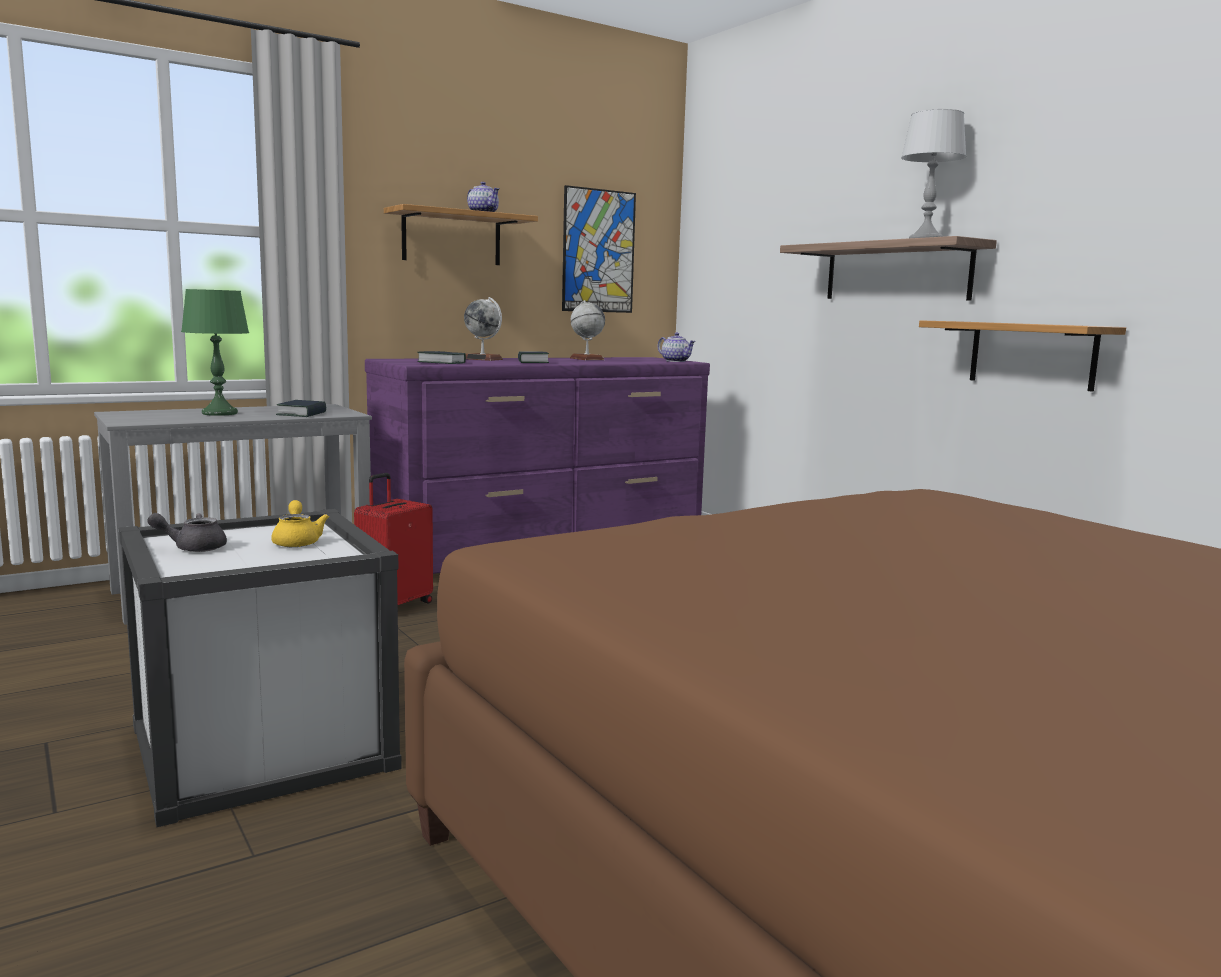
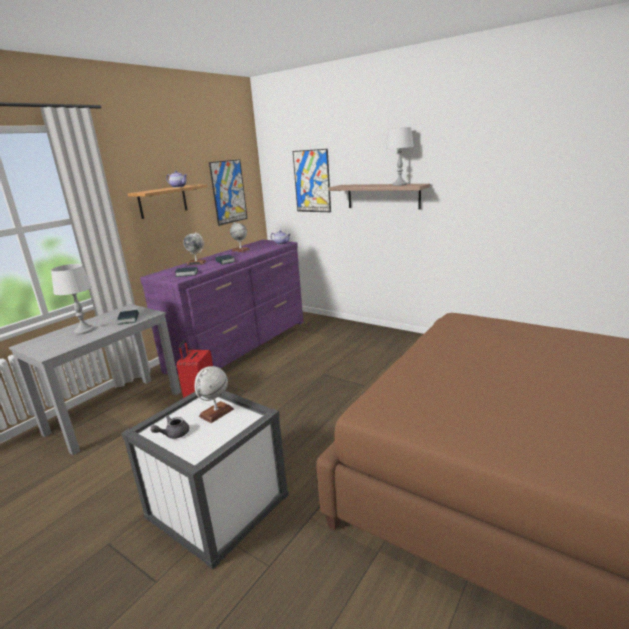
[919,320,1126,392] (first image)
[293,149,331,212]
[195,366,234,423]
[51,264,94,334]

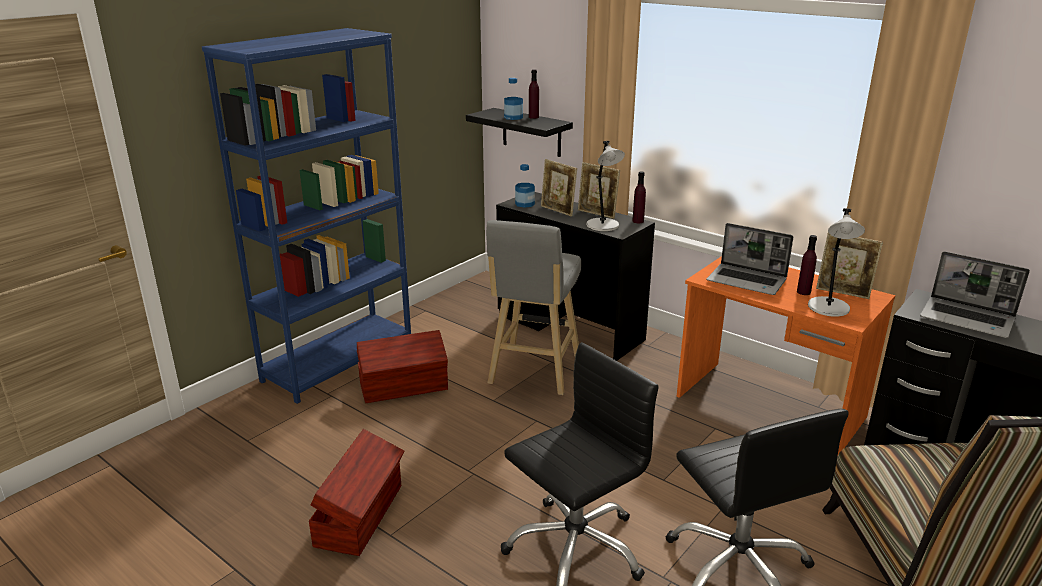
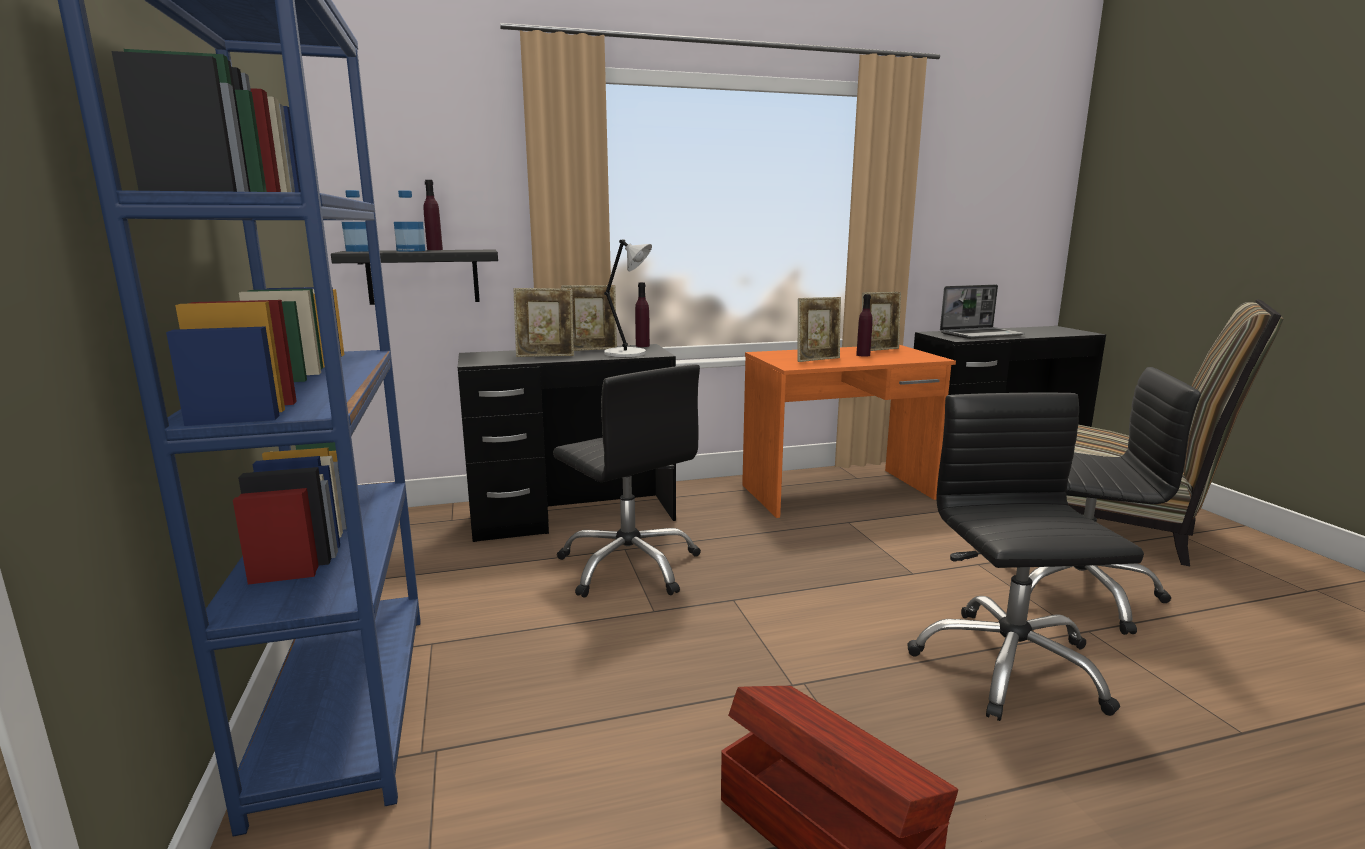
[357,330,448,403] (first image)
[808,208,865,317] (first image)
[342,190,369,252]
[553,365,701,598]
[797,297,841,362]

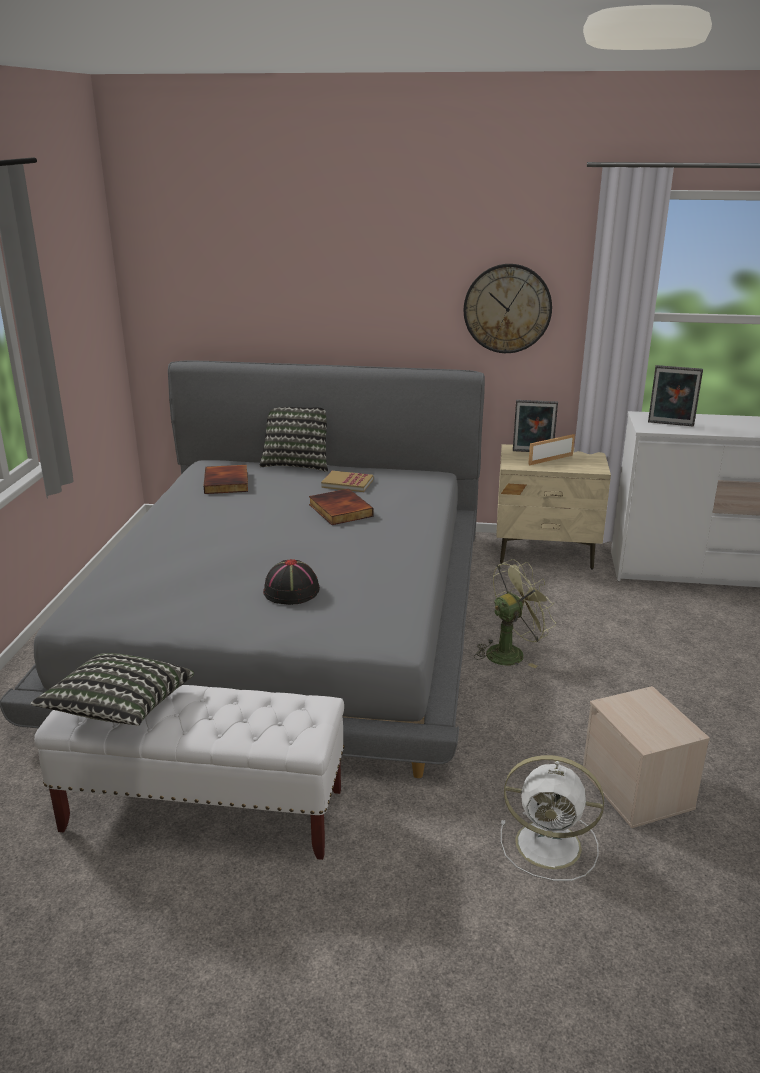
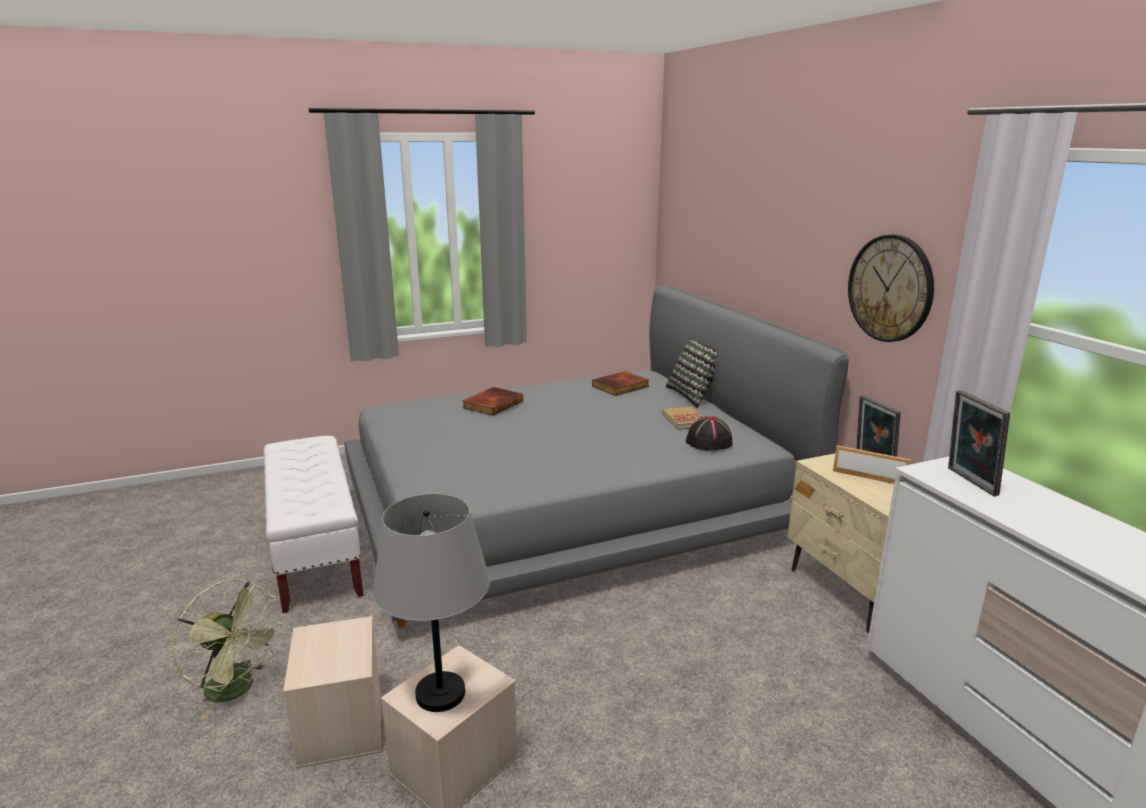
[31,653,194,726] (first image)
[373,494,490,712]
[686,416,733,451]
[462,387,523,416]
[172,579,283,718]
[283,616,381,769]

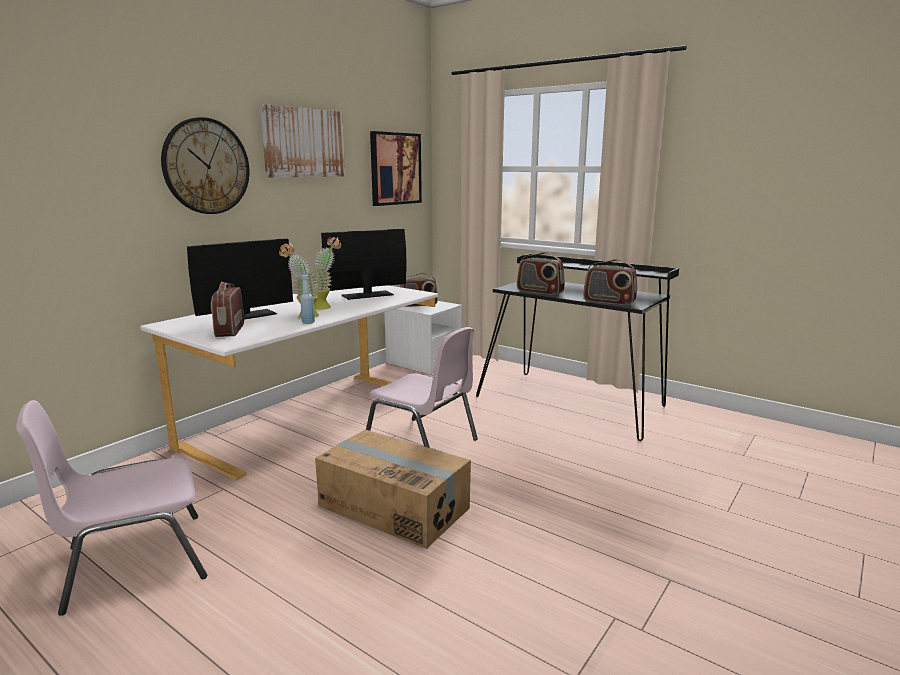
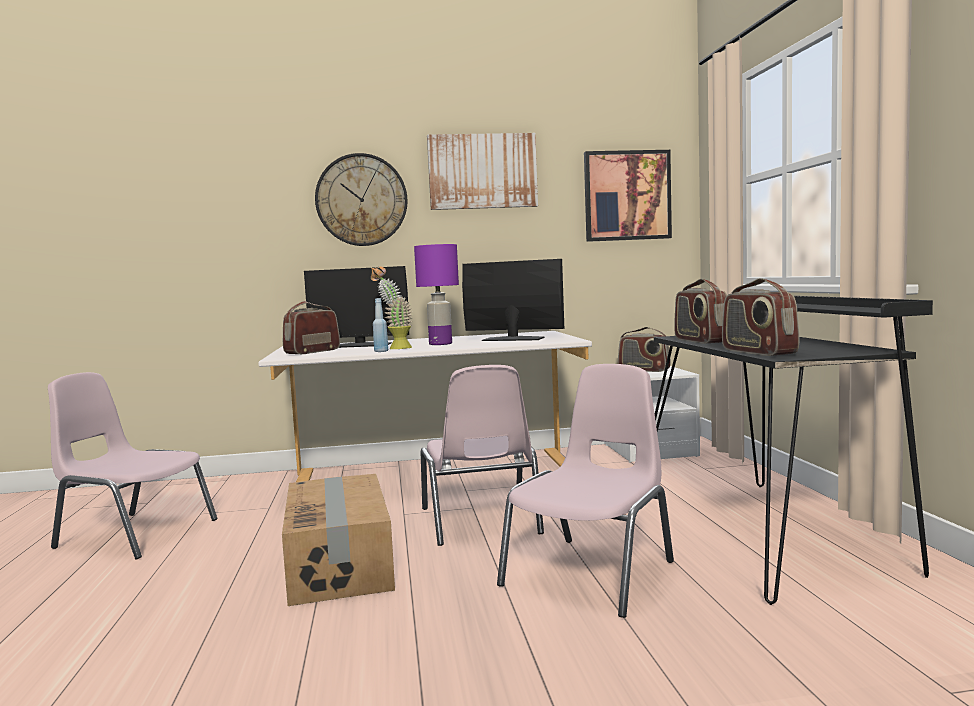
[497,364,674,618]
[414,244,459,345]

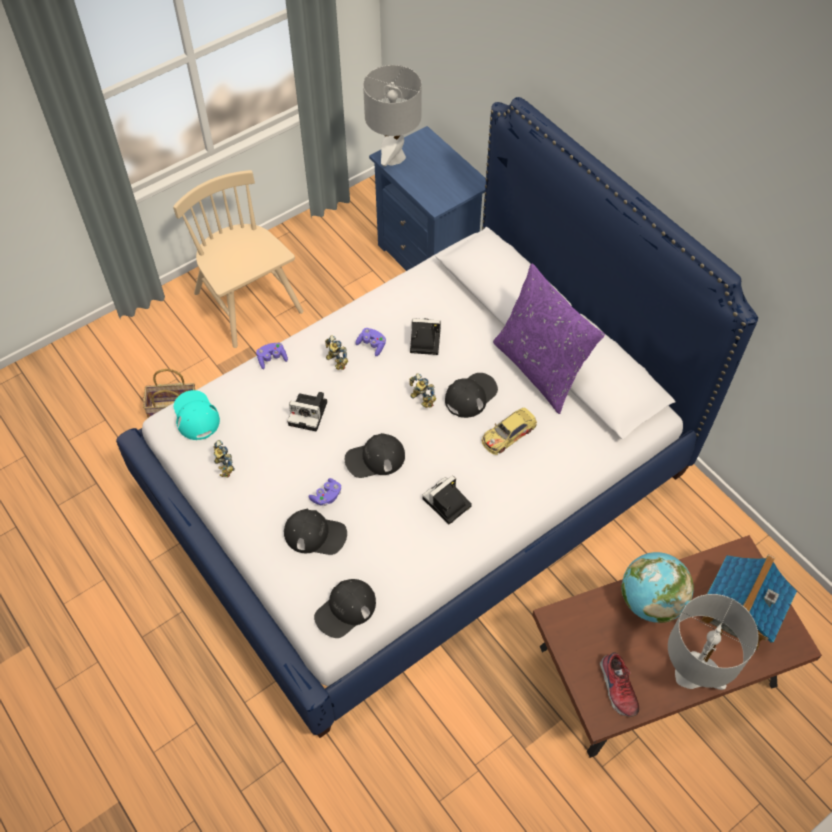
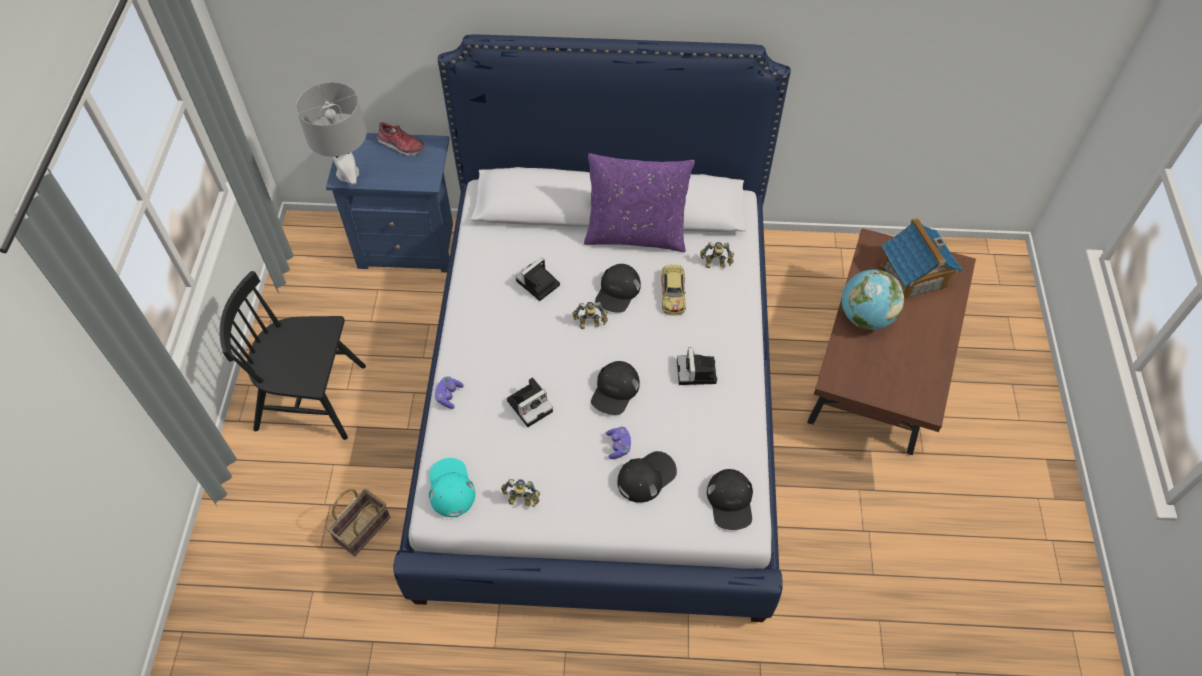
[355,328,386,356] (first image)
[668,594,758,690] (first image)
[700,242,734,268]
[377,122,425,156]
[219,271,366,440]
[429,458,475,517]
[595,264,641,313]

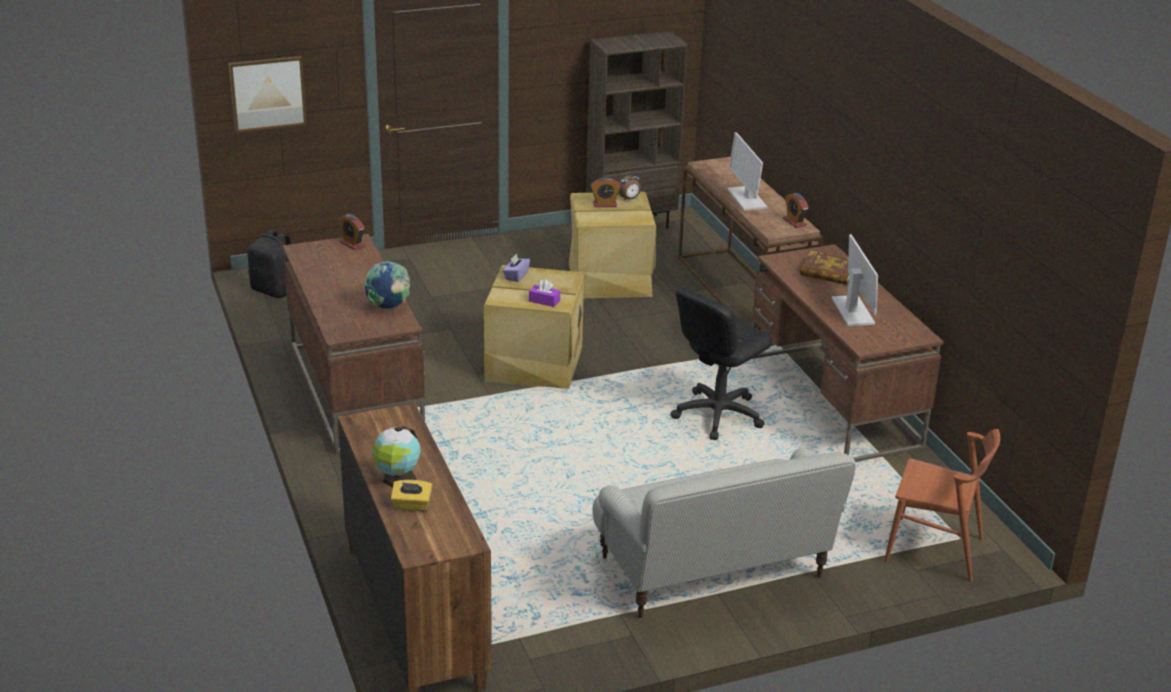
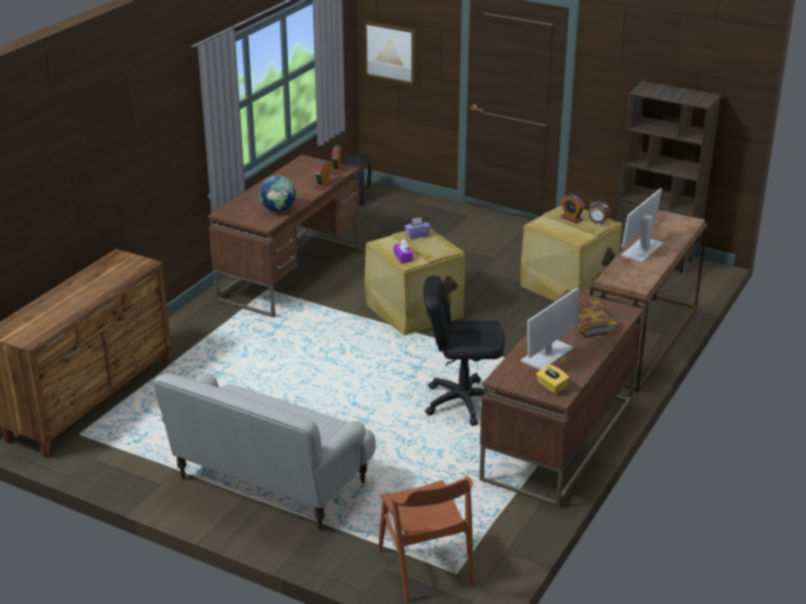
[372,426,421,487] (first image)
[536,364,569,394]
[315,160,333,190]

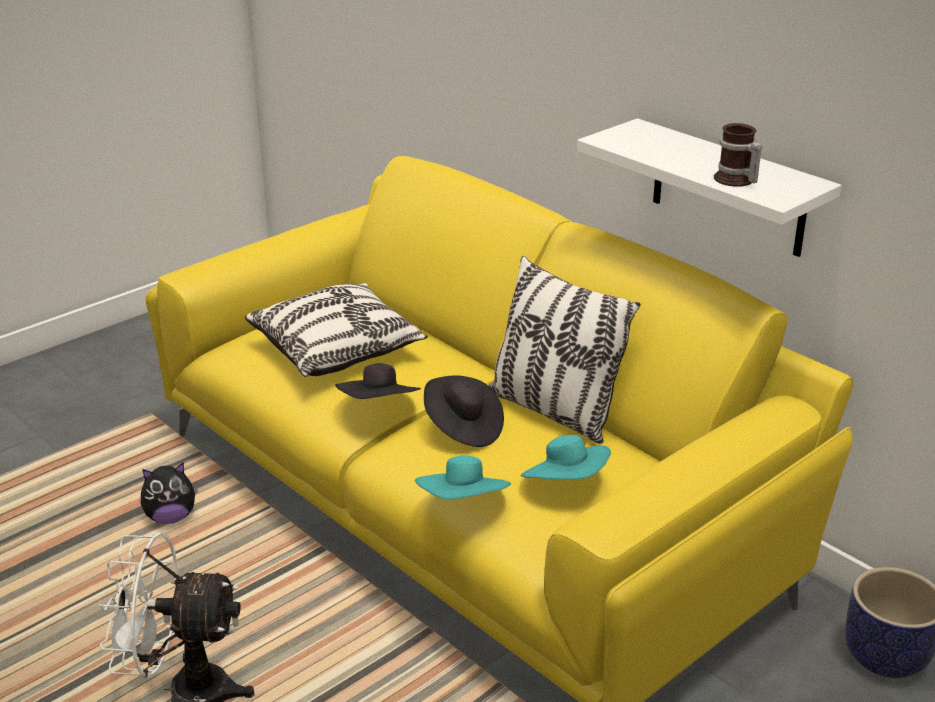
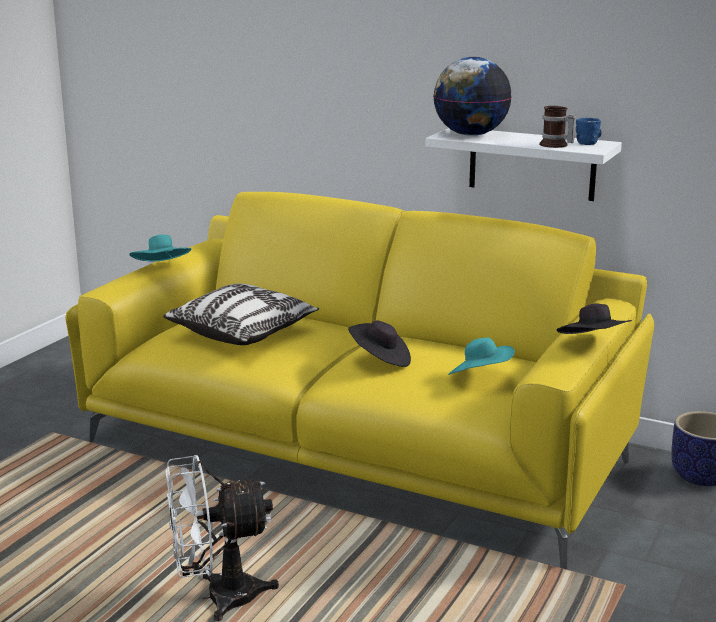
[141,462,198,524] (first image)
[488,256,640,444] (first image)
[433,57,512,136]
[576,118,602,145]
[557,303,632,334]
[130,234,191,262]

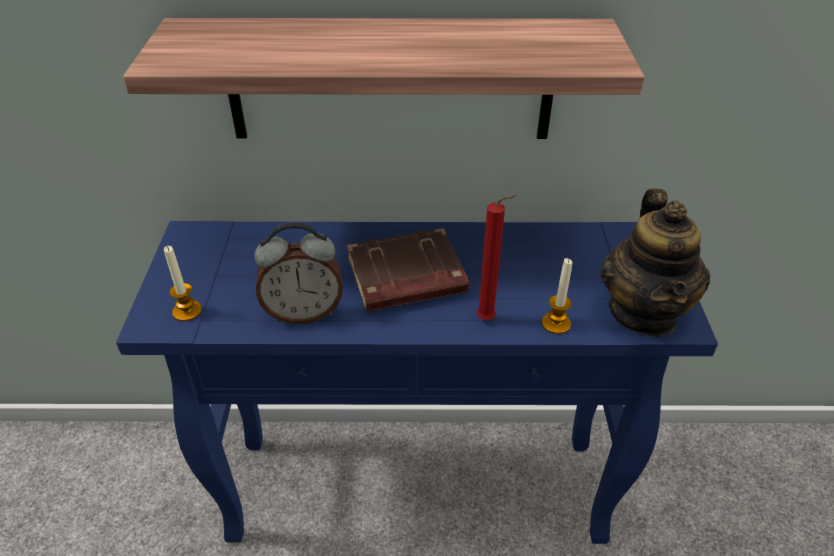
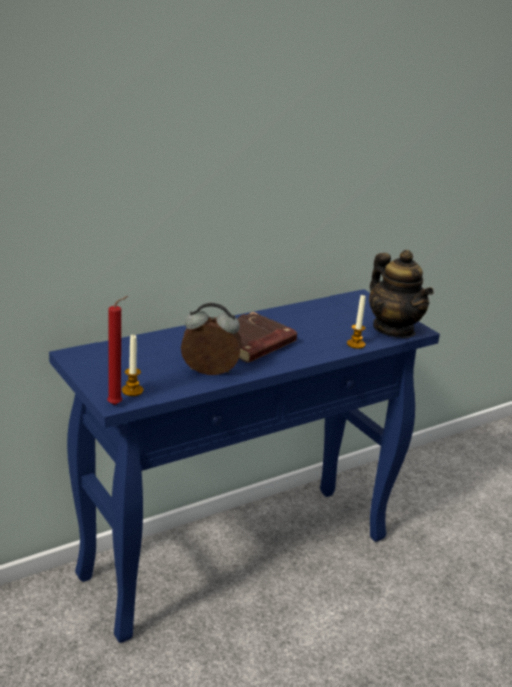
[123,18,645,139] (first image)
[107,296,128,405]
[181,303,241,375]

